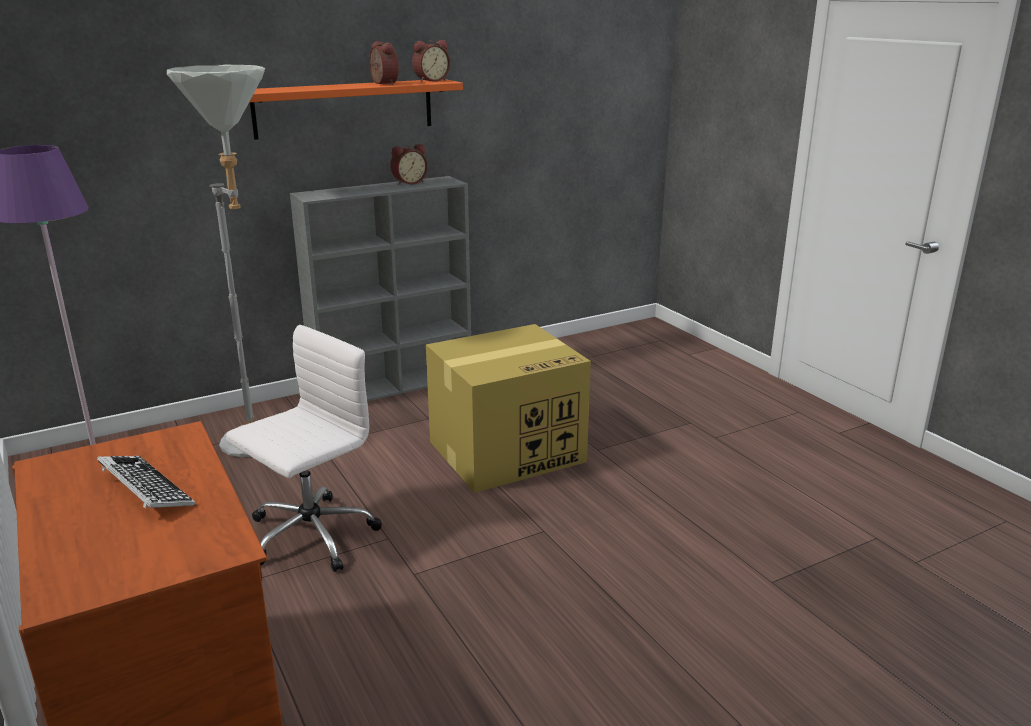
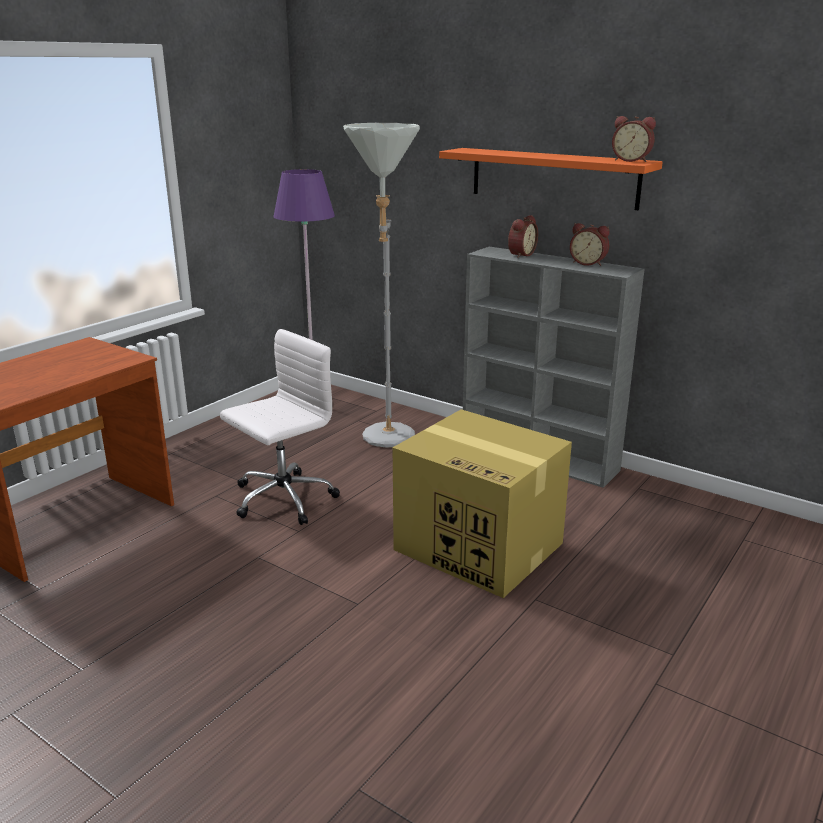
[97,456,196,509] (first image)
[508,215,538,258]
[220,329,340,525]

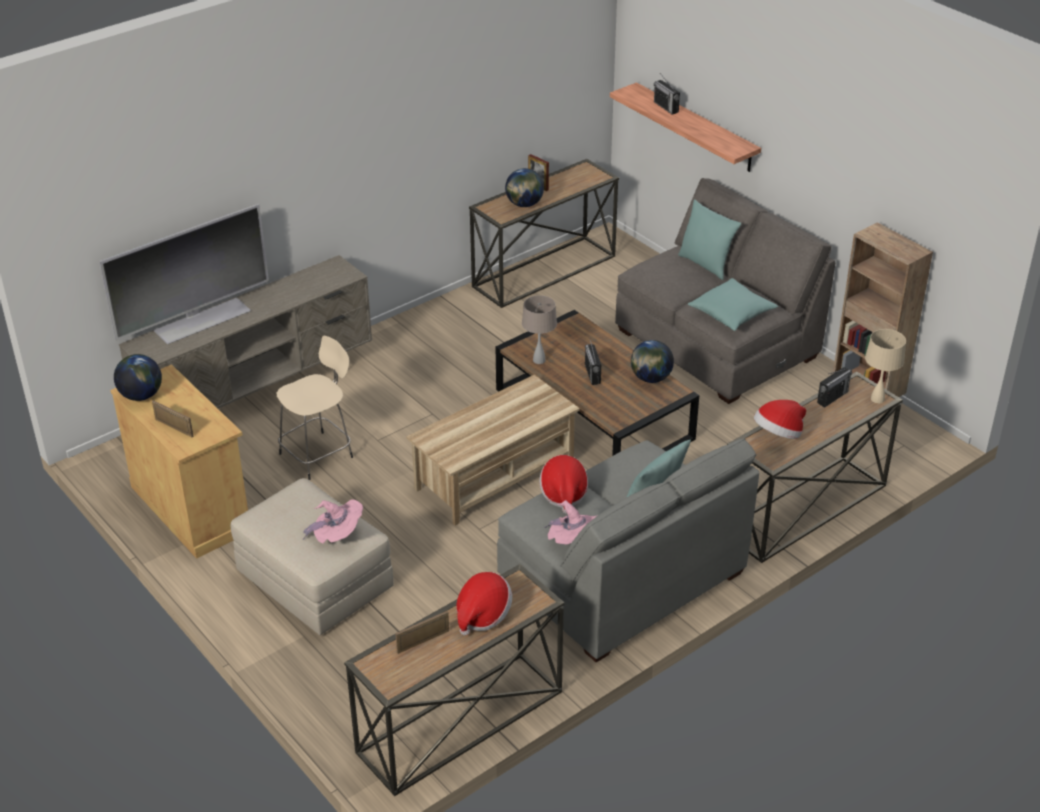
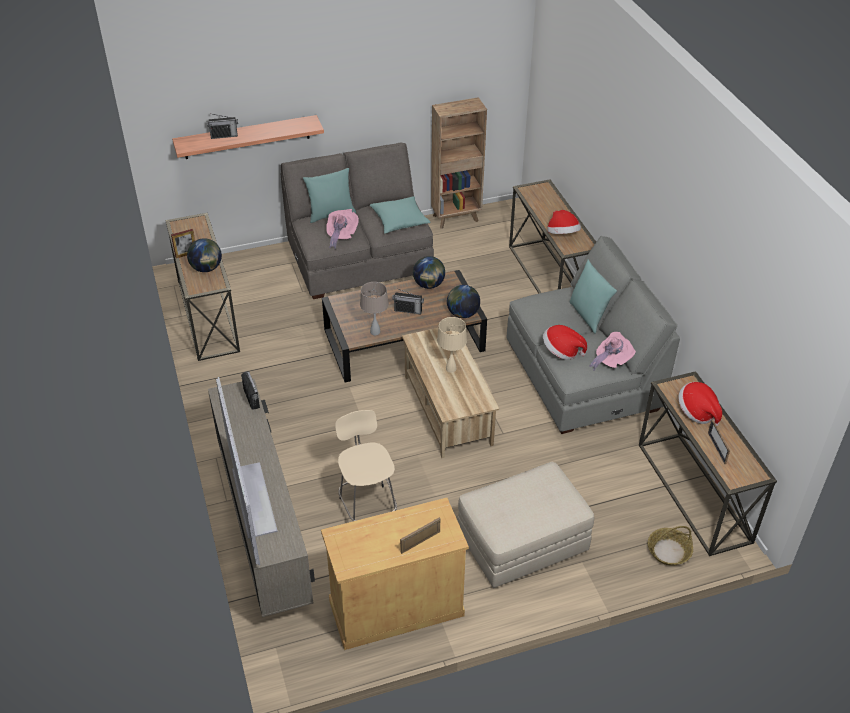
[648,526,693,566]
[447,285,480,318]
[326,209,359,249]
[241,371,260,410]
[437,317,467,372]

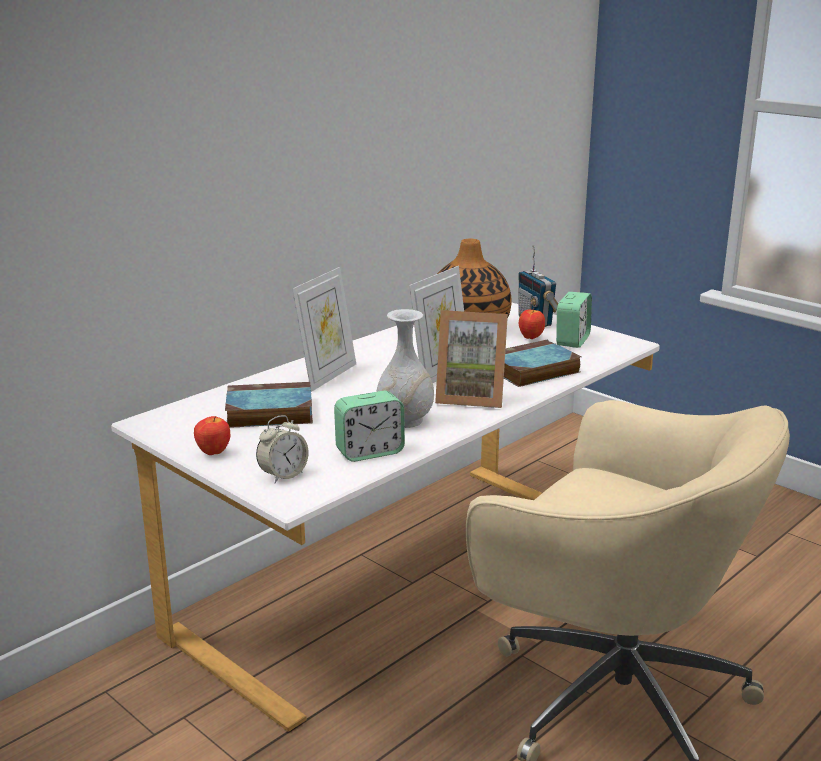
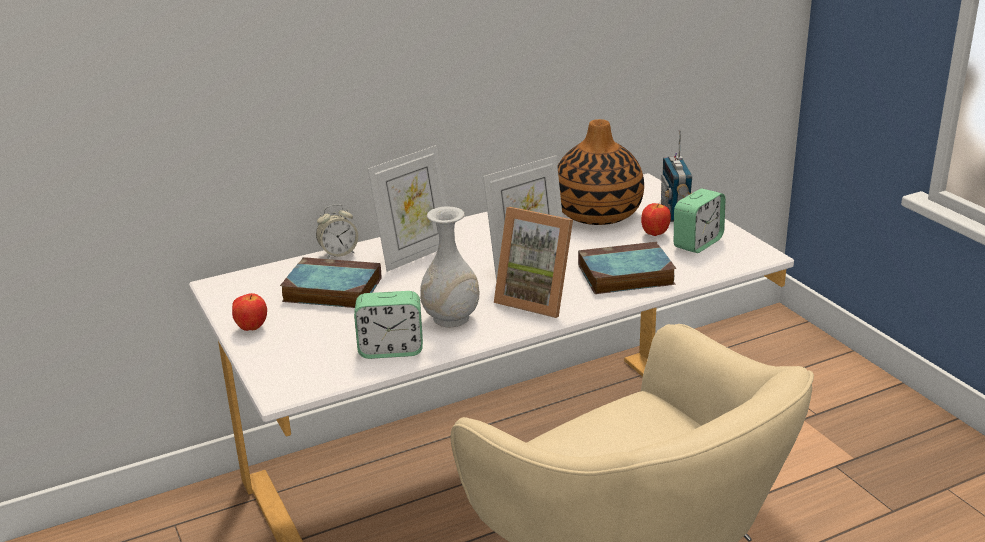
[316,204,358,259]

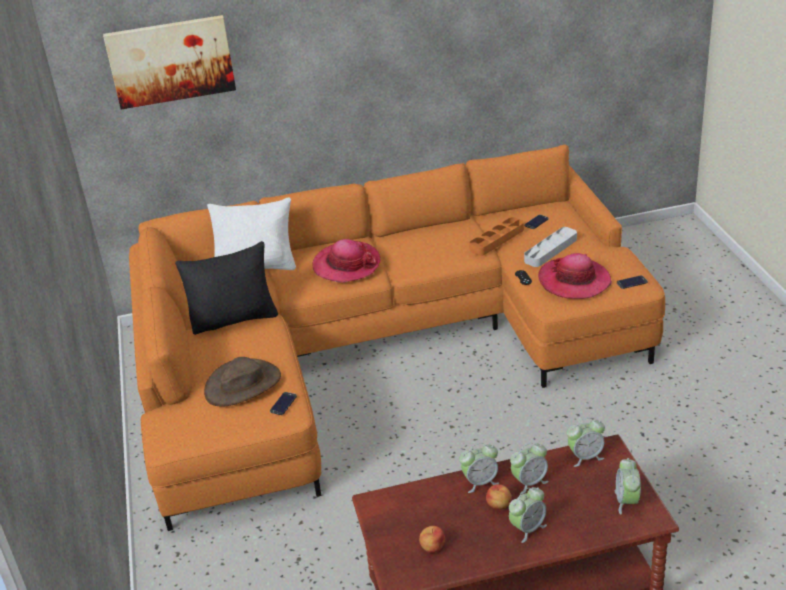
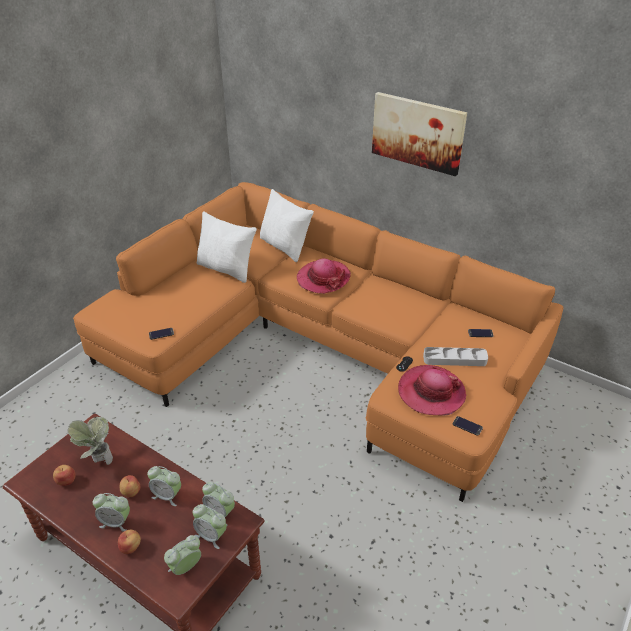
[204,357,281,407] (first image)
[469,217,524,256] (first image)
[67,417,113,465]
[118,530,141,554]
[372,92,467,176]
[193,504,227,549]
[197,211,257,283]

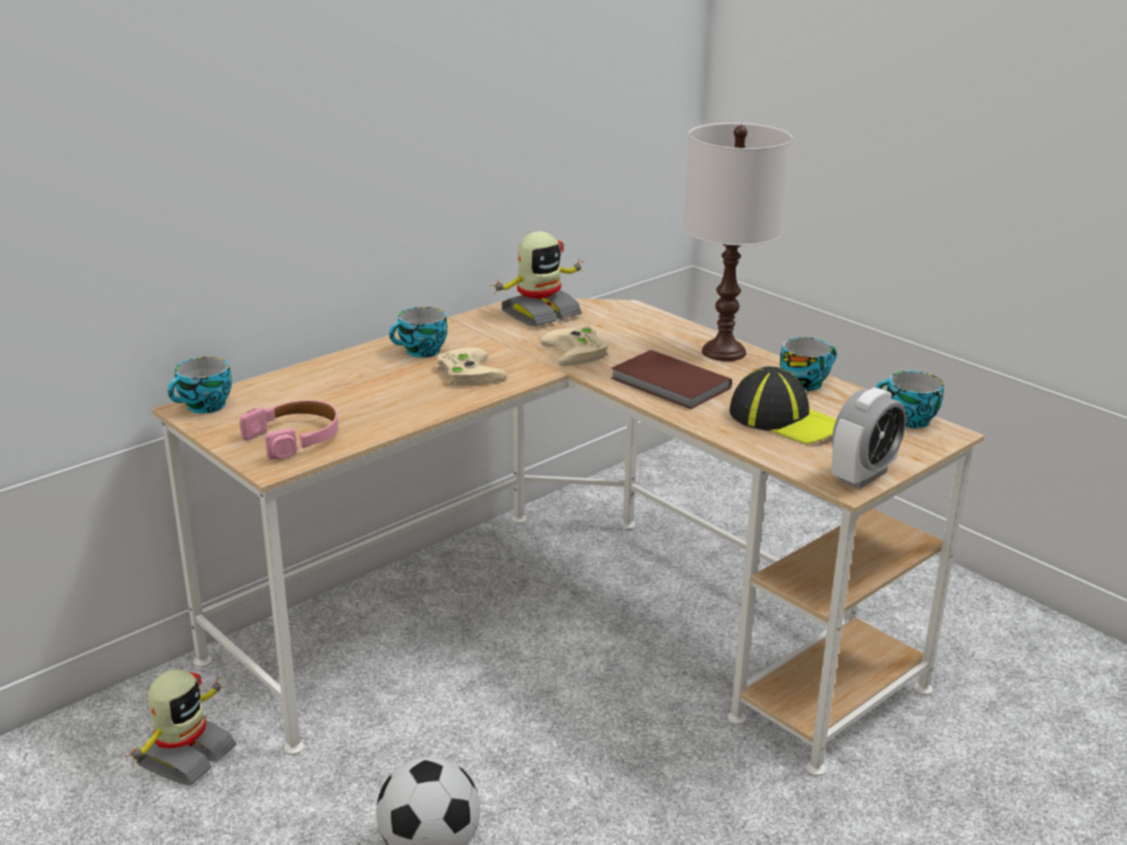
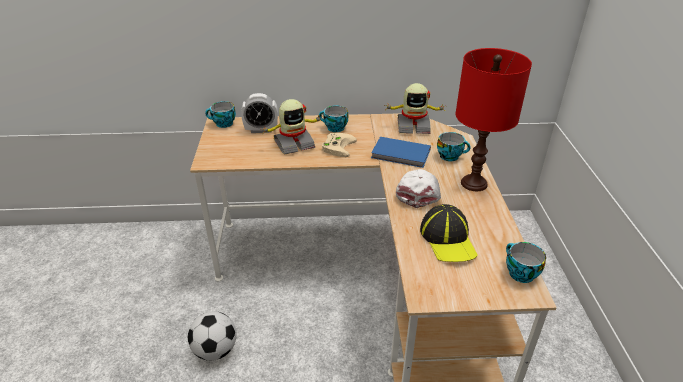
[239,400,338,460] (first image)
[260,99,323,155]
[437,132,471,161]
[241,93,278,133]
[371,137,431,168]
[396,169,441,208]
[455,48,532,191]

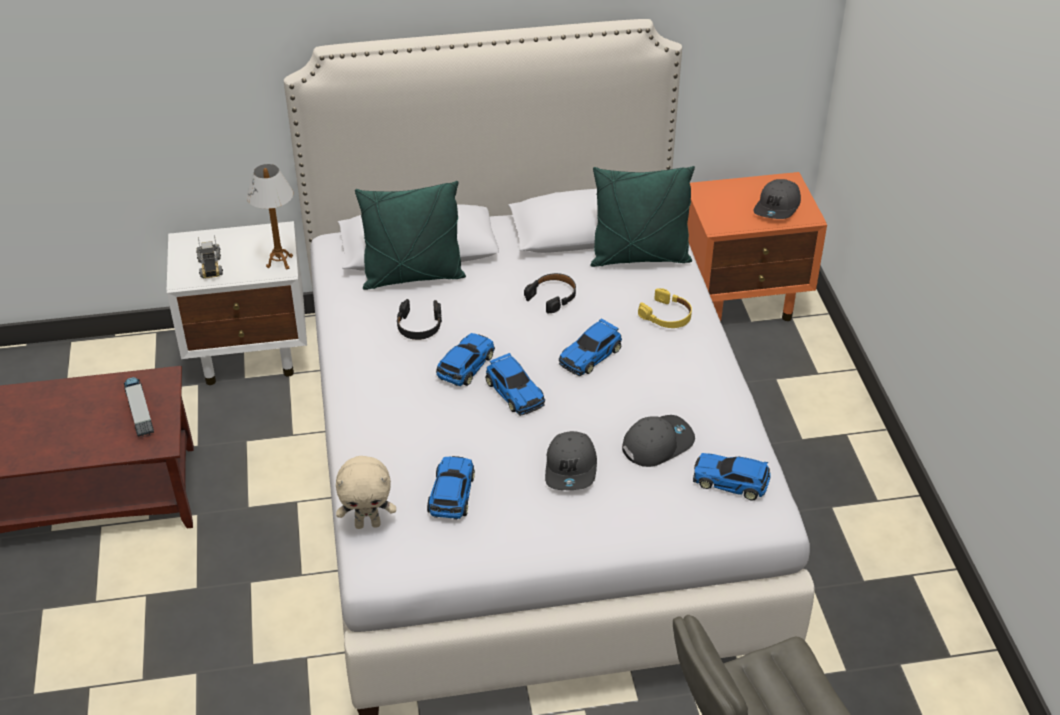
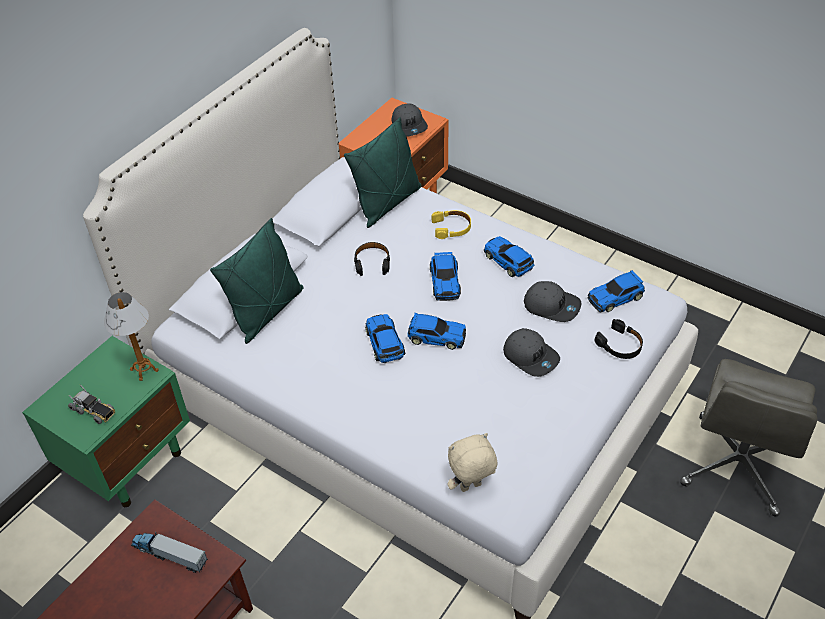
[595,319,643,359]
[484,236,534,277]
[22,336,190,507]
[447,433,497,492]
[524,281,582,322]

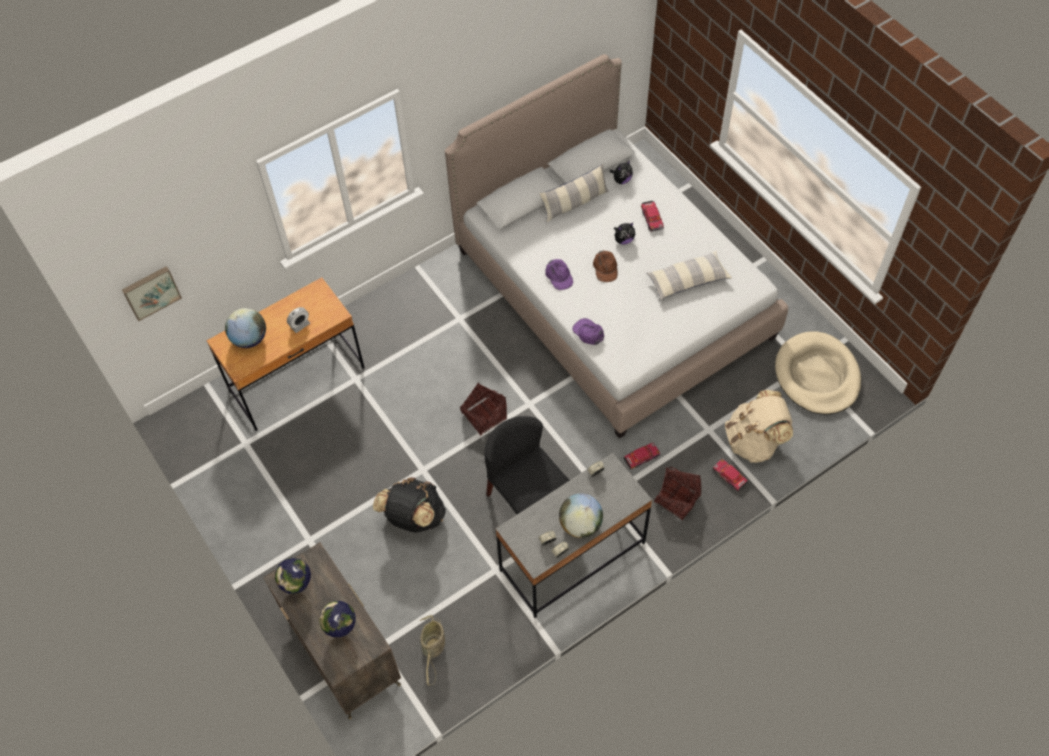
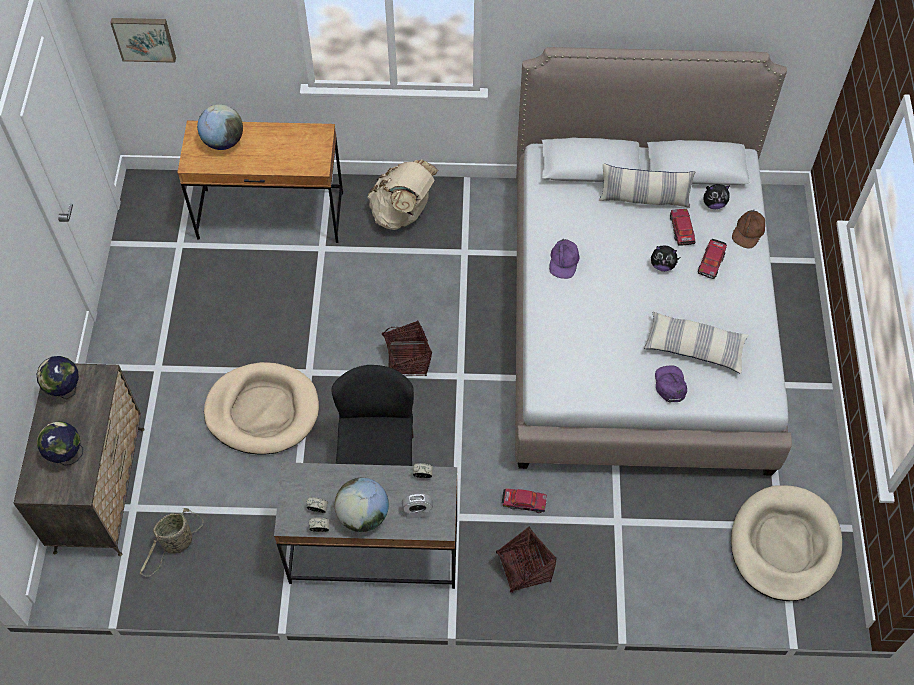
[402,493,433,519]
[655,365,687,402]
[732,210,765,248]
[670,209,696,246]
[367,160,438,230]
[204,362,319,454]

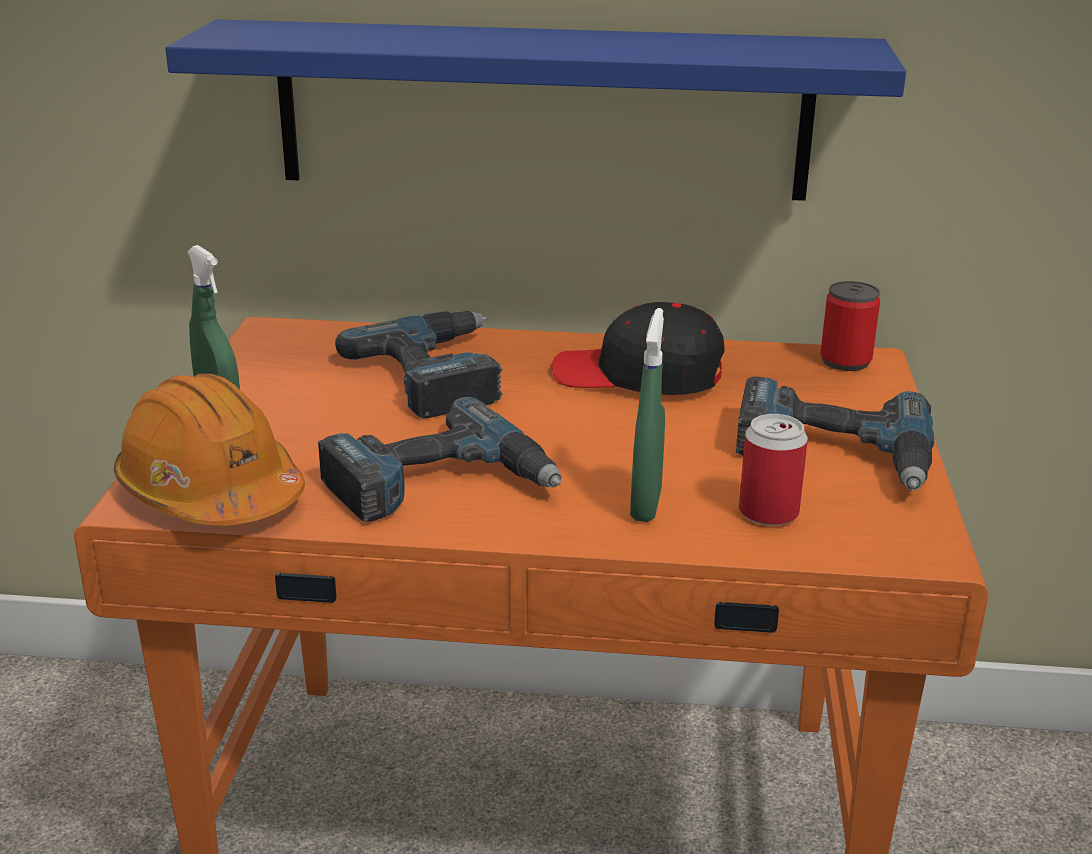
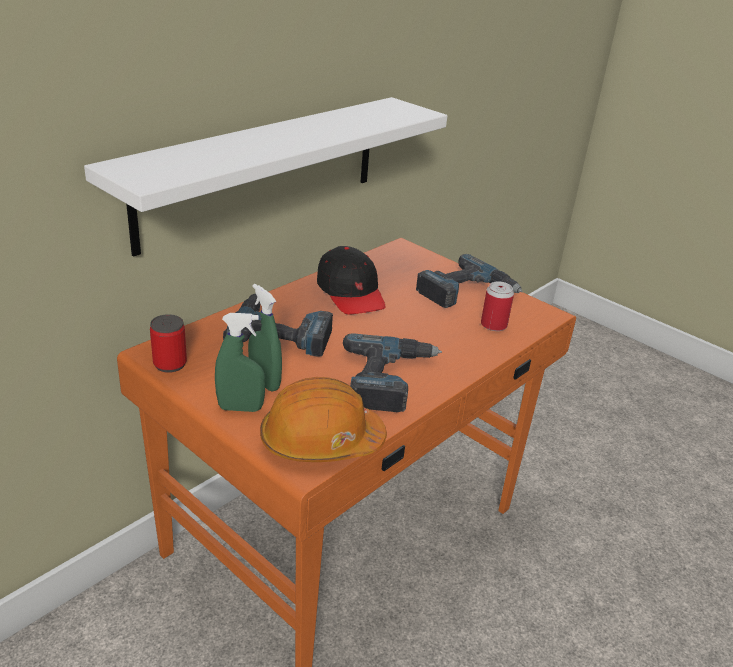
[248,284,282,392]
[150,314,187,373]
[84,97,447,257]
[317,246,386,315]

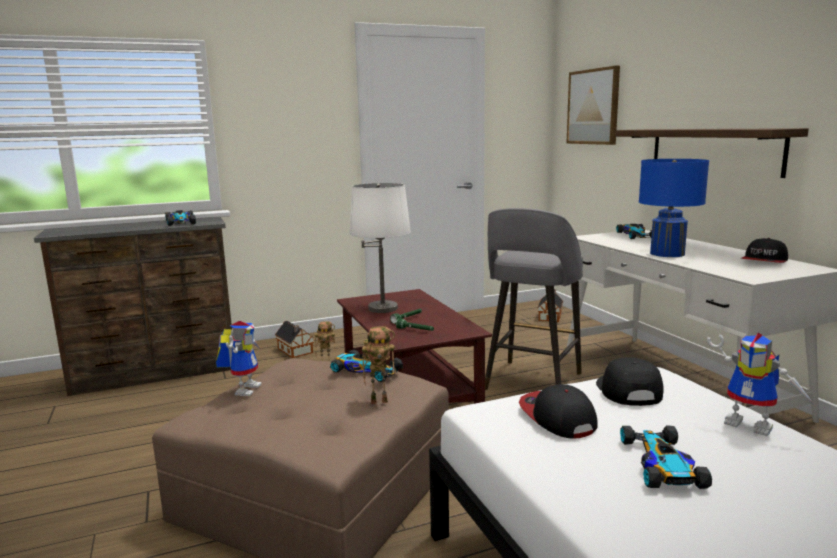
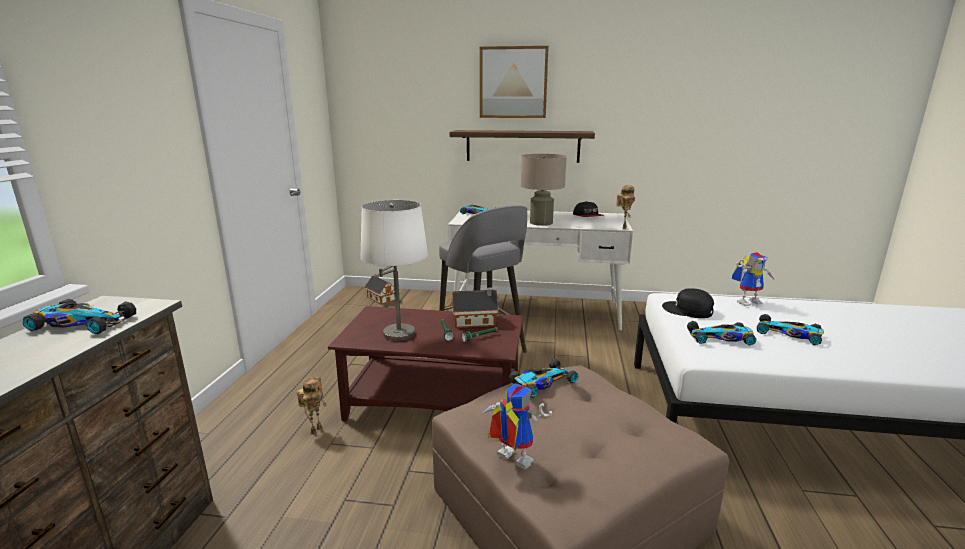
[452,287,499,328]
[616,185,635,229]
[480,46,549,118]
[687,321,757,346]
[521,154,567,226]

